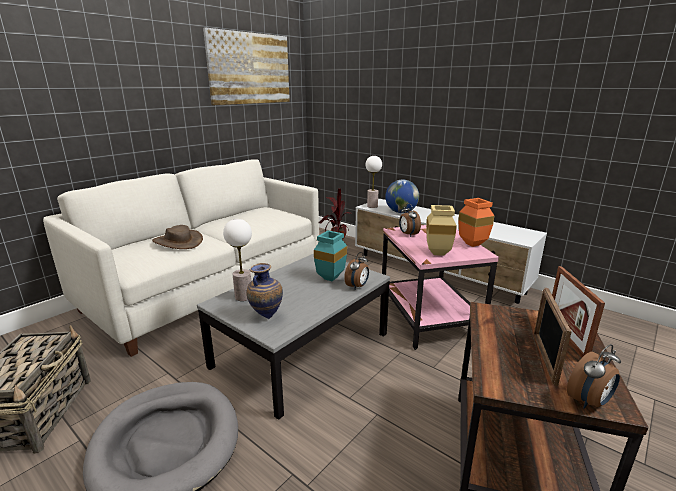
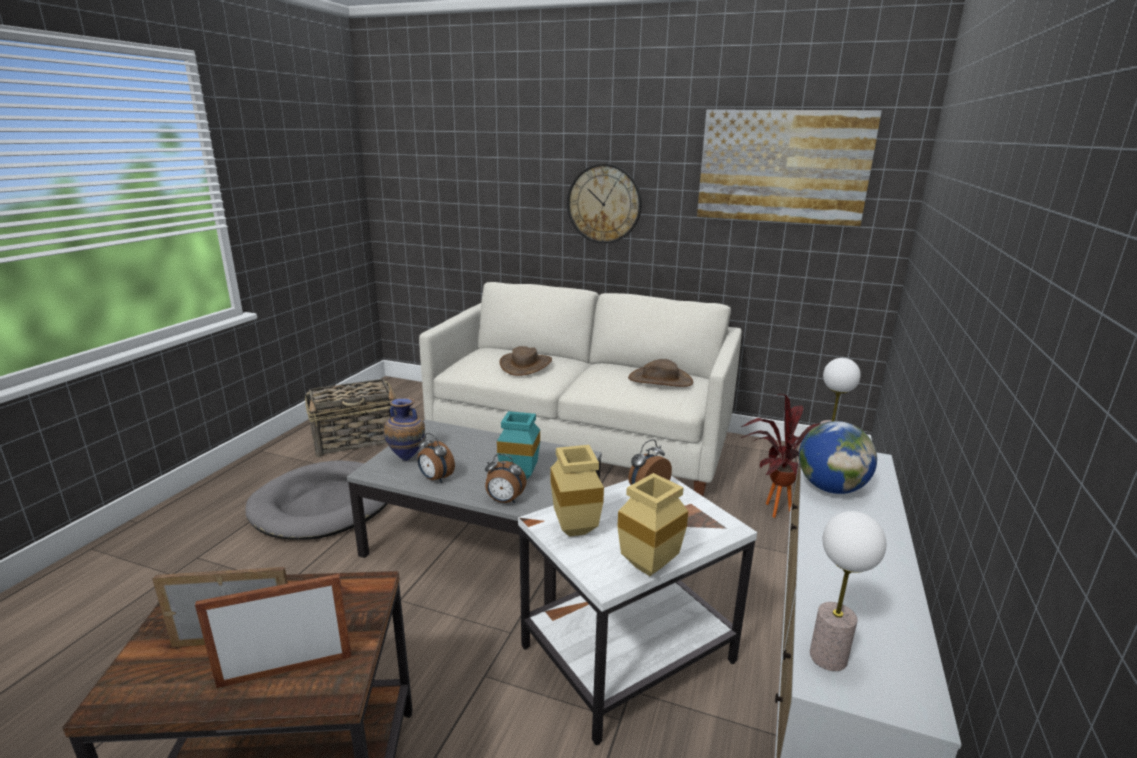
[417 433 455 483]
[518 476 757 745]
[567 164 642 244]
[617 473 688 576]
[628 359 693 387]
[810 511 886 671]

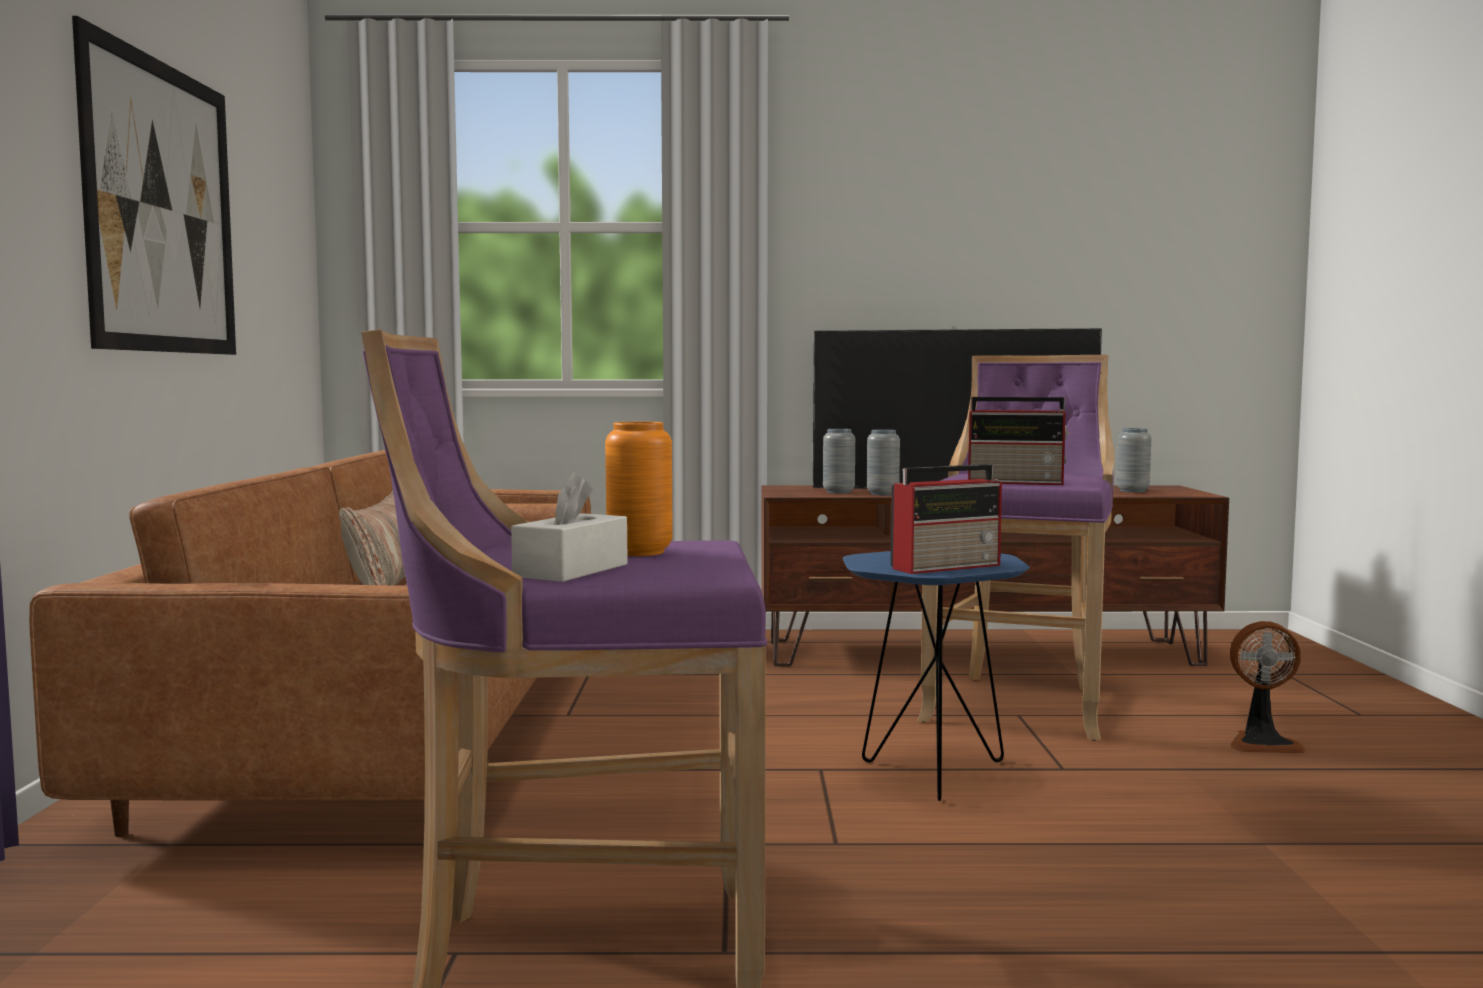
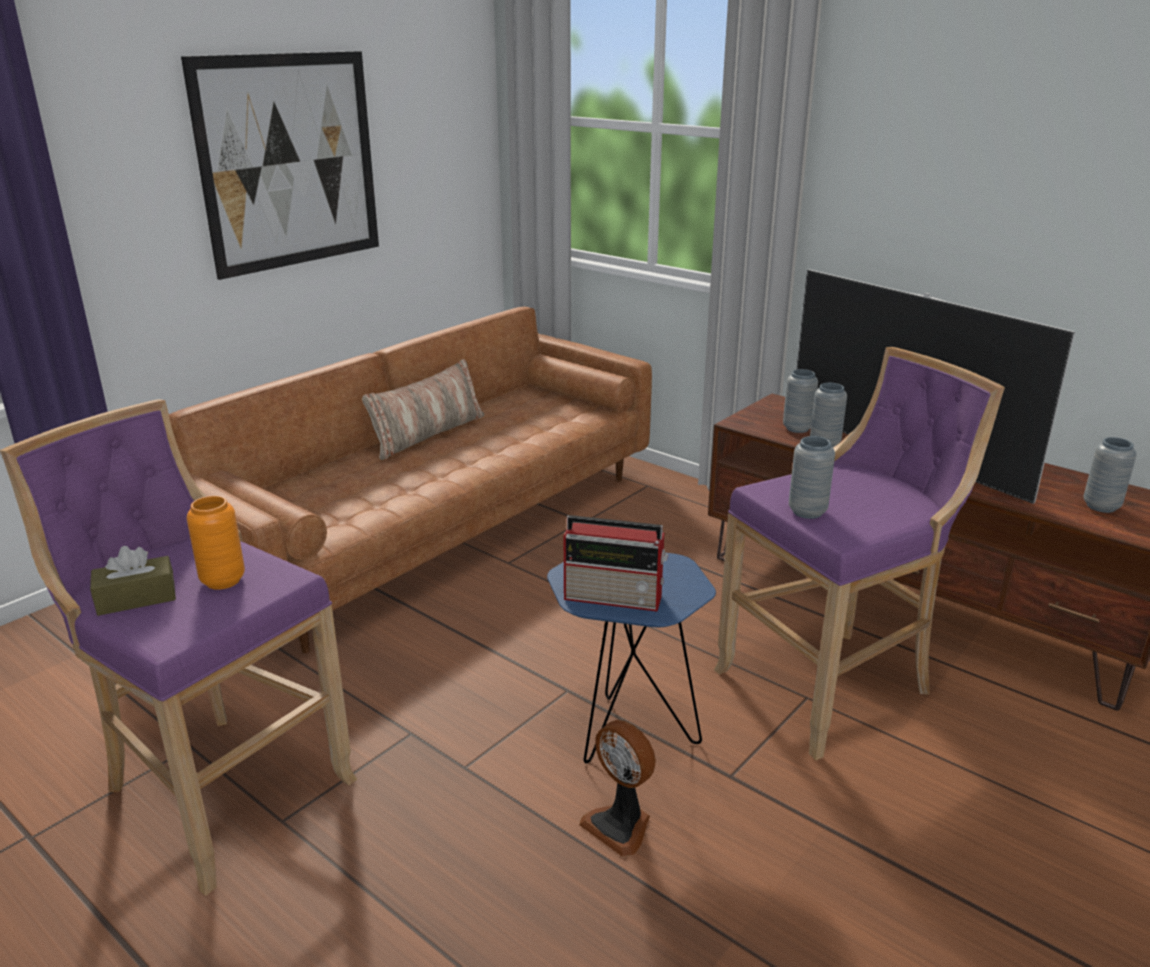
[90 546 176 616]
[579 720 656 857]
[789 436 835 519]

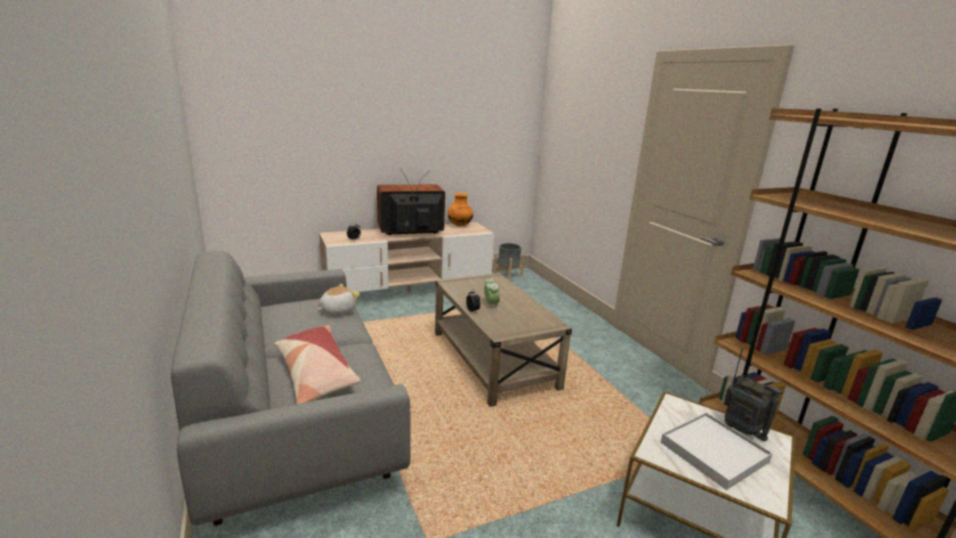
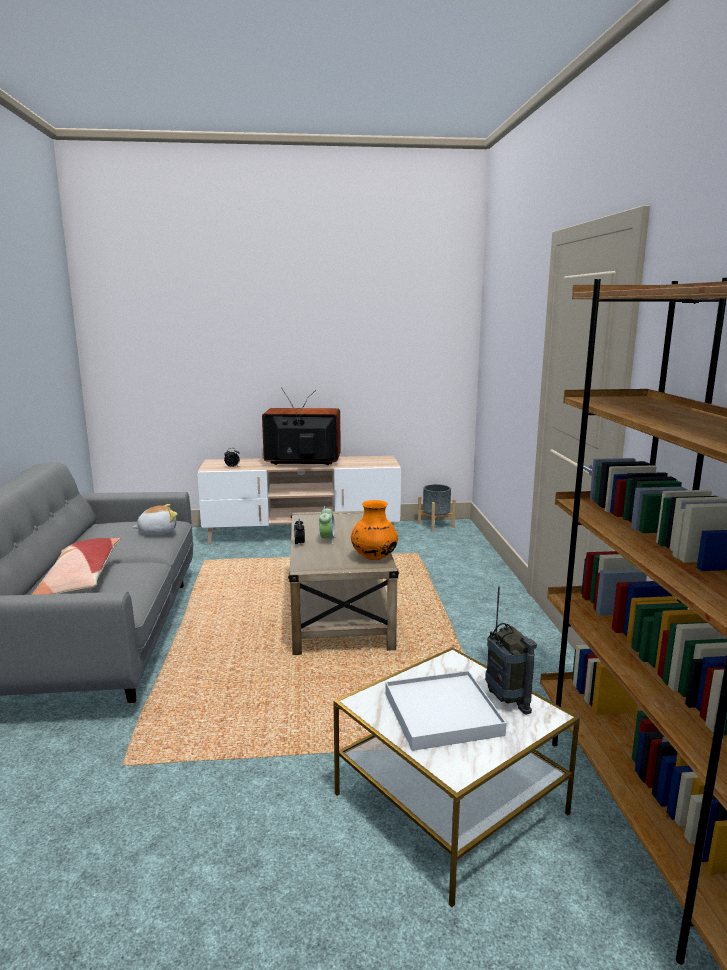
[351 500 398 560]

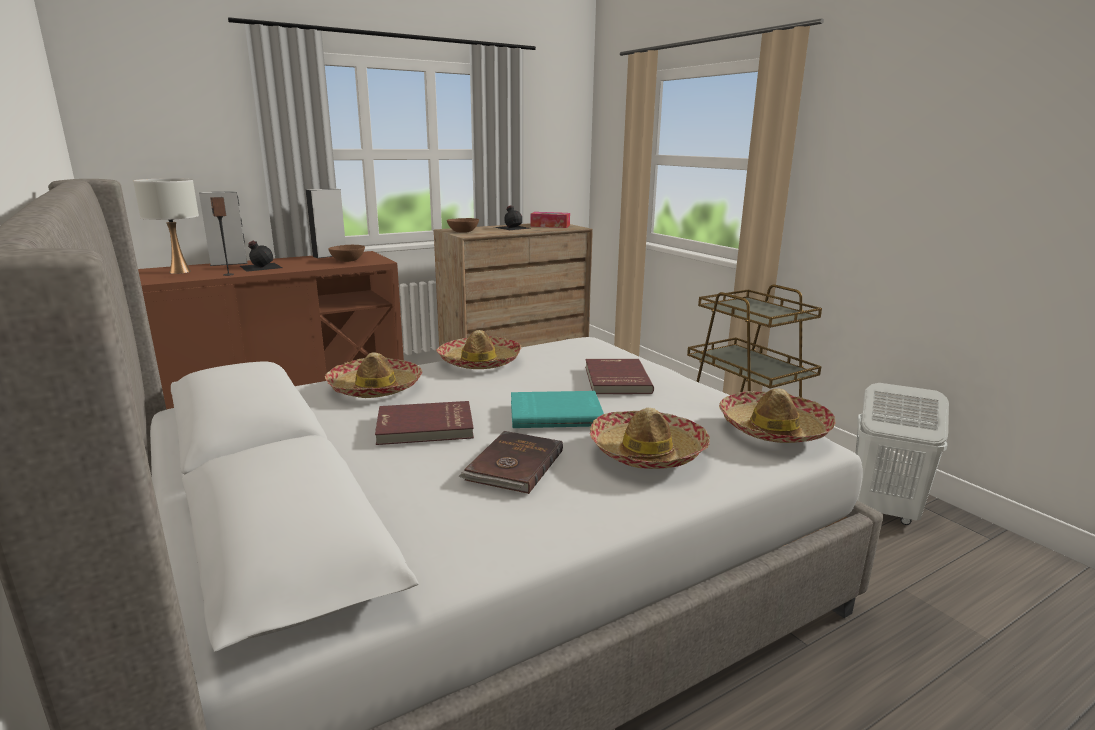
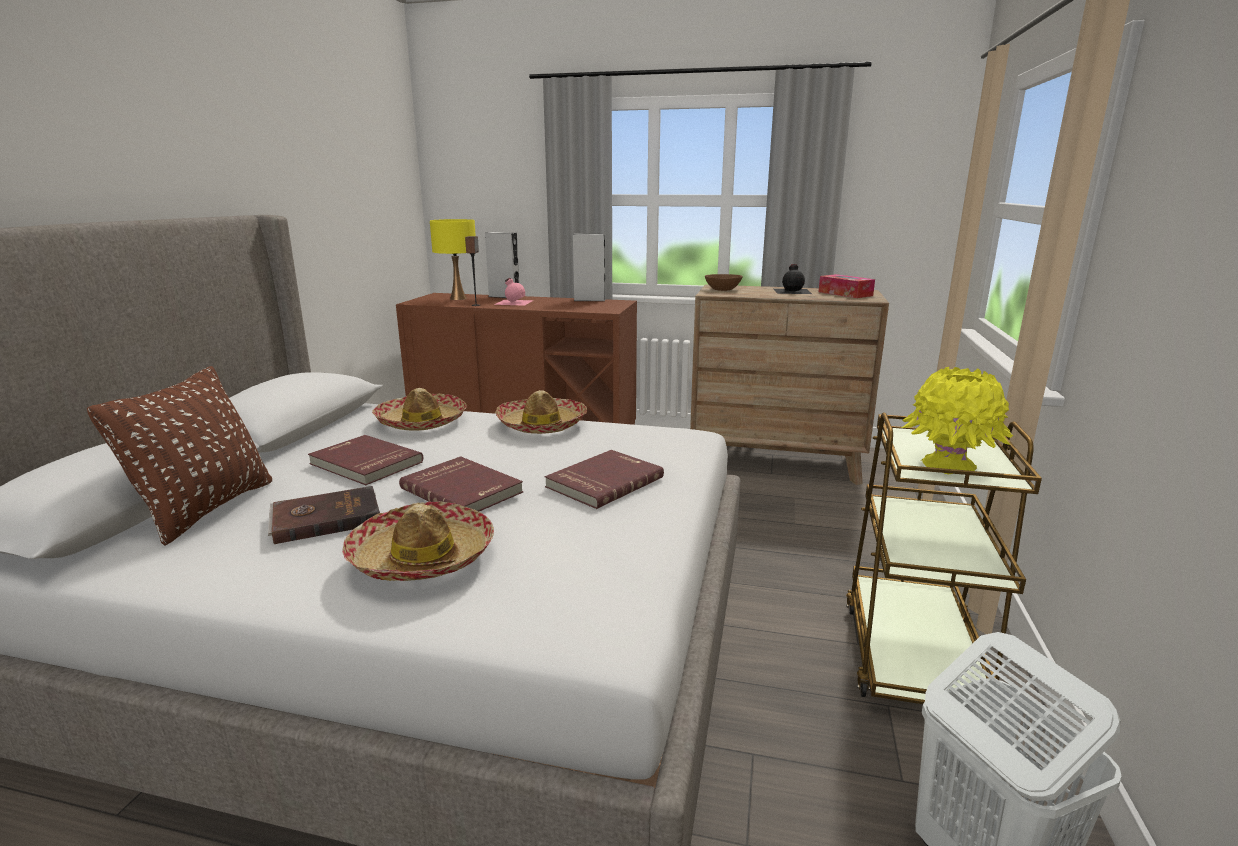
[87 366 272 546]
[399 456 523 511]
[430 219 476 300]
[494 278 534 306]
[902 367 1013 474]
[328 245 365 262] (first image)
[719 389 836 443] (first image)

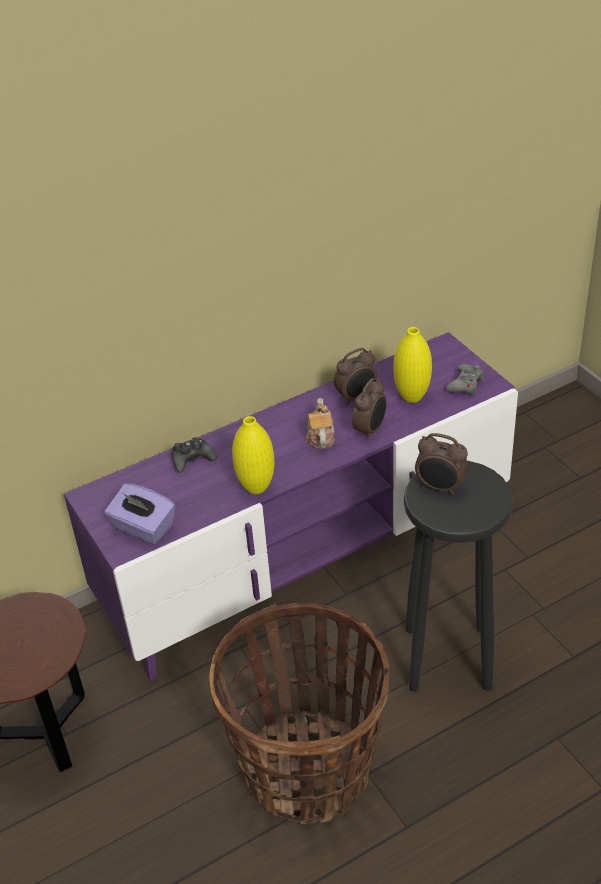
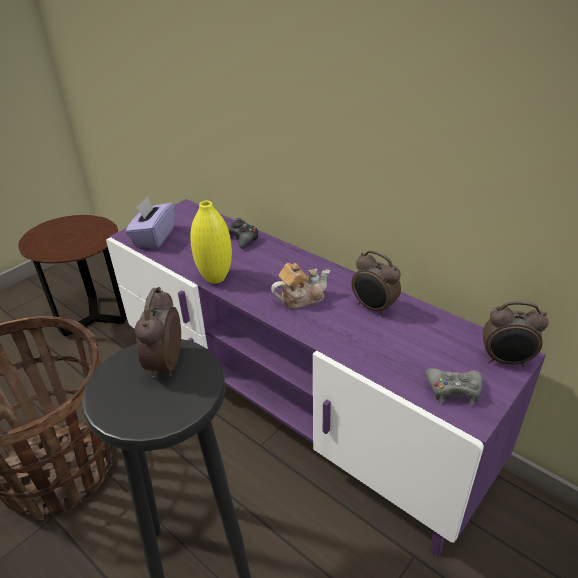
[483 301 549 367]
[394 327 432 403] (first image)

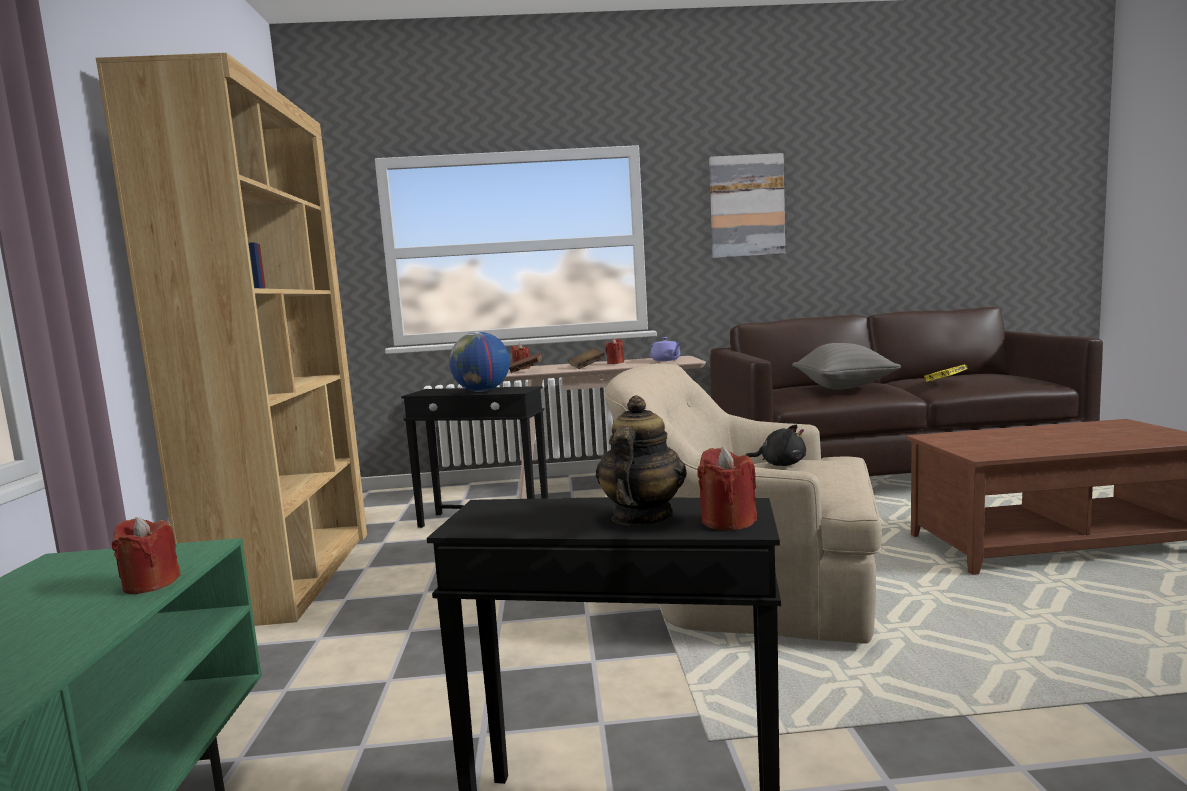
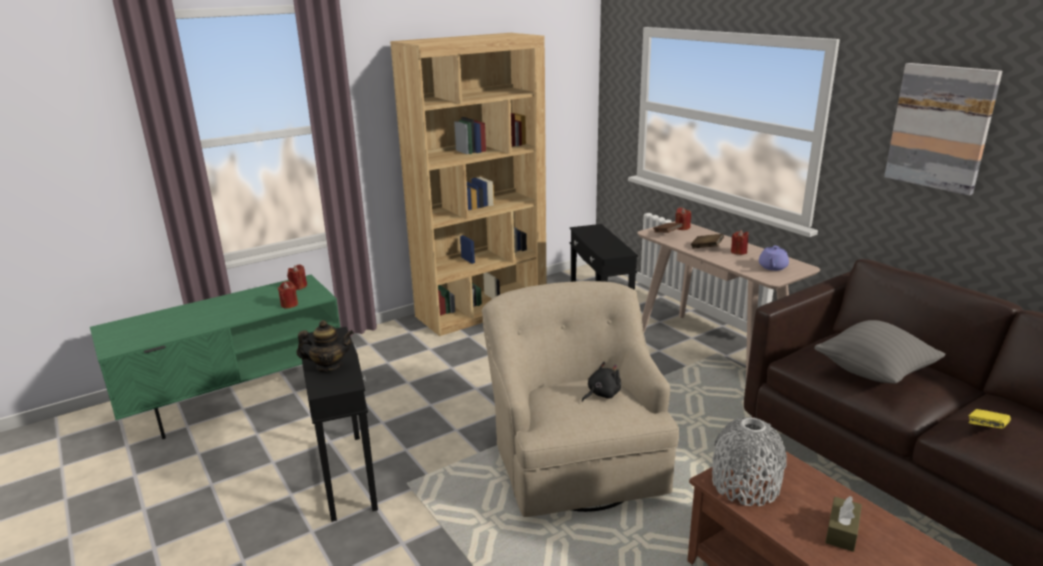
[287 265 307 290]
[582 362 621 402]
[712 417 787 506]
[825 496 862 552]
[449 332 510 392] (first image)

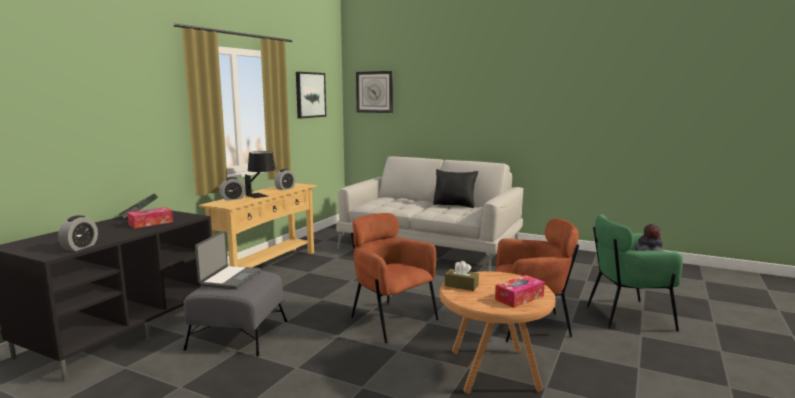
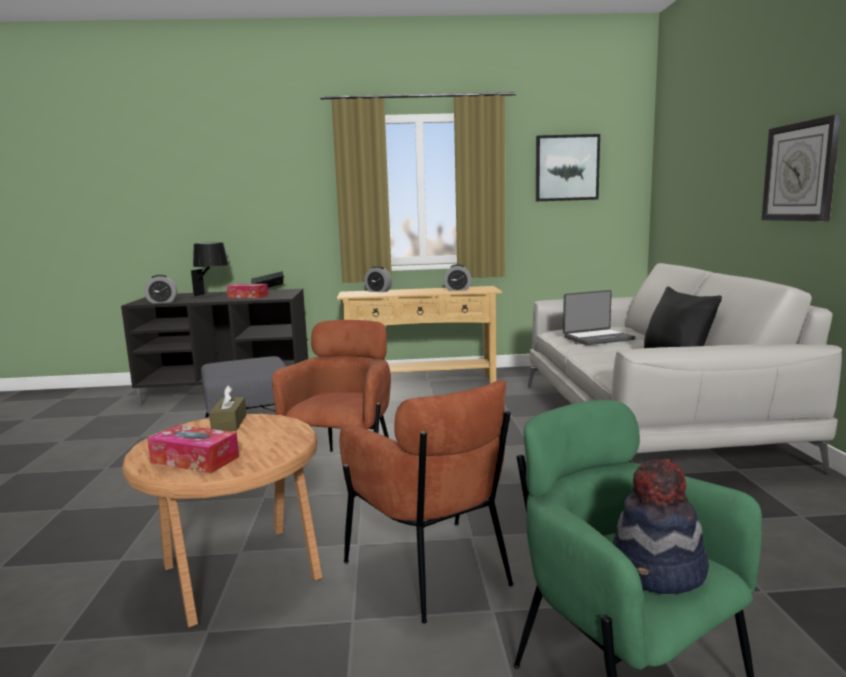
[190 242 229 298]
[563 290 635 345]
[762 115 841 221]

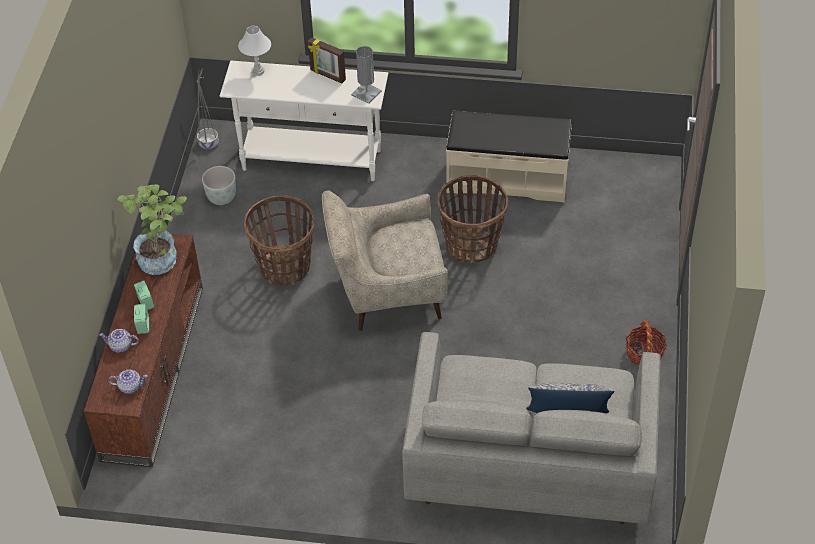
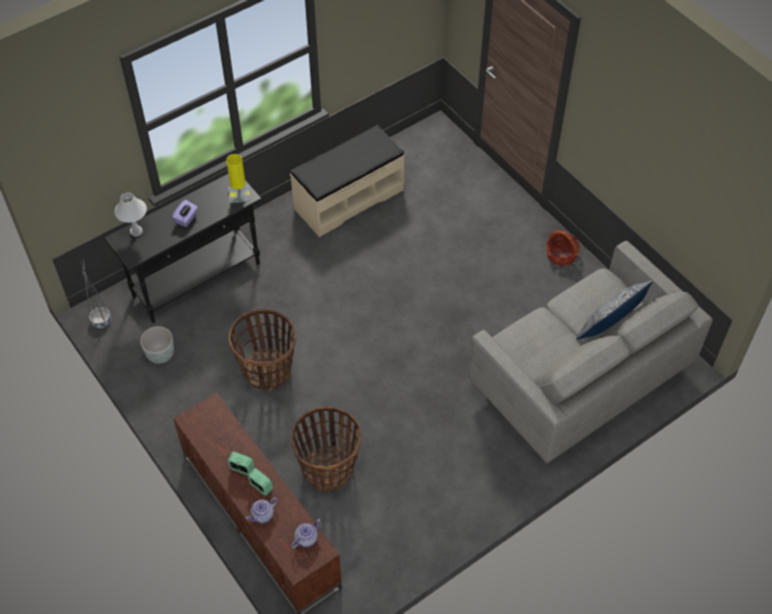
[104 174 263 323]
[172 200 198 227]
[226 154 250 203]
[290 407 361 492]
[117 184 187 275] (first image)
[308 38 346 83] (first image)
[322 190 448 331] (first image)

